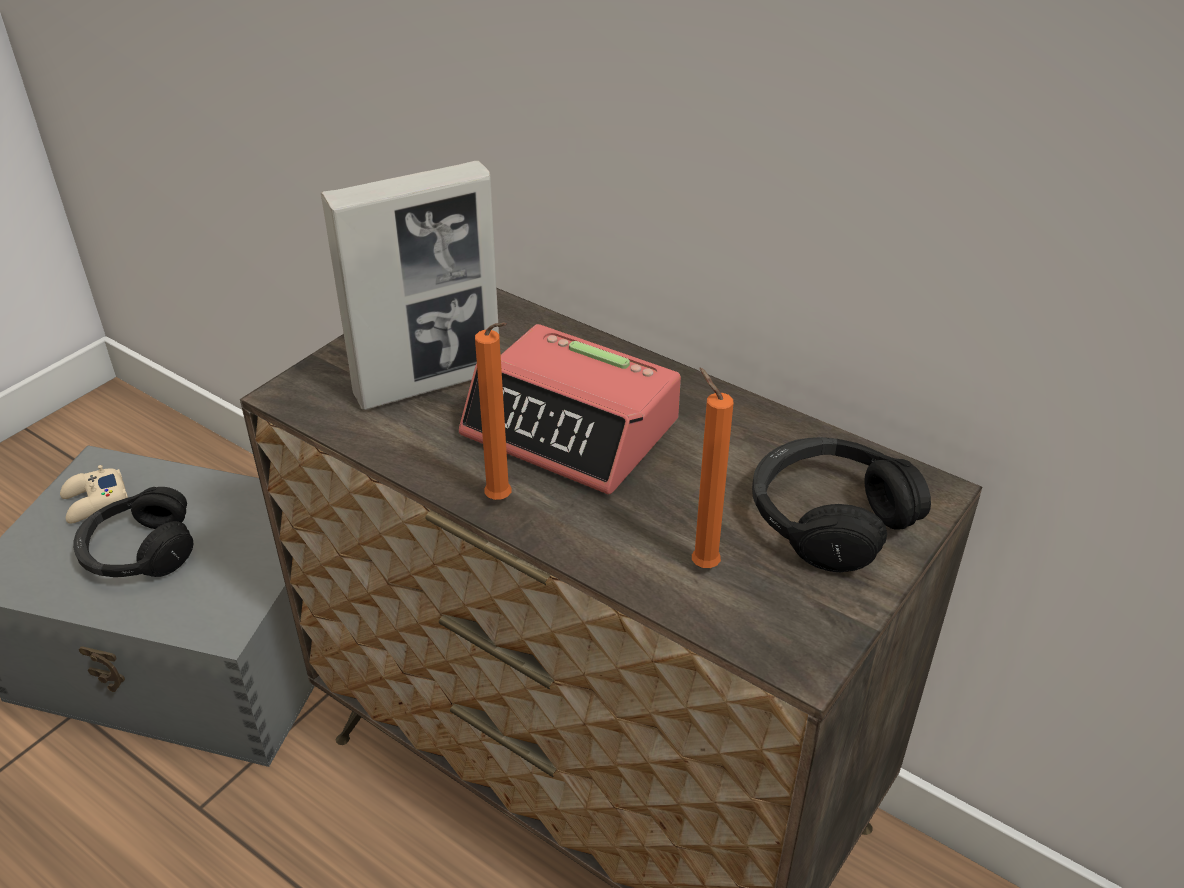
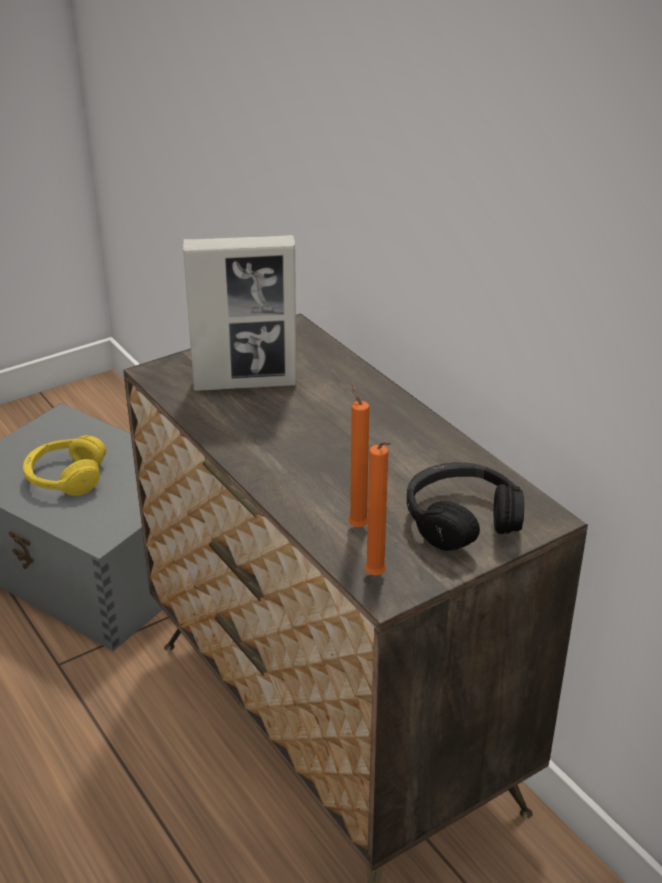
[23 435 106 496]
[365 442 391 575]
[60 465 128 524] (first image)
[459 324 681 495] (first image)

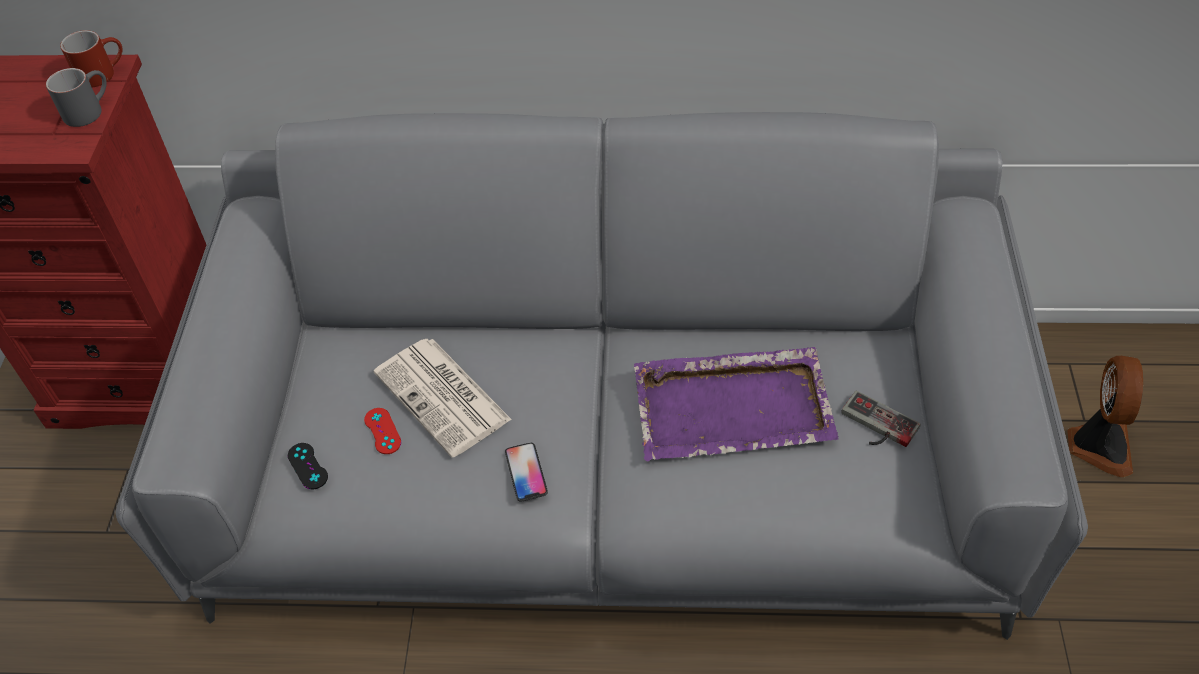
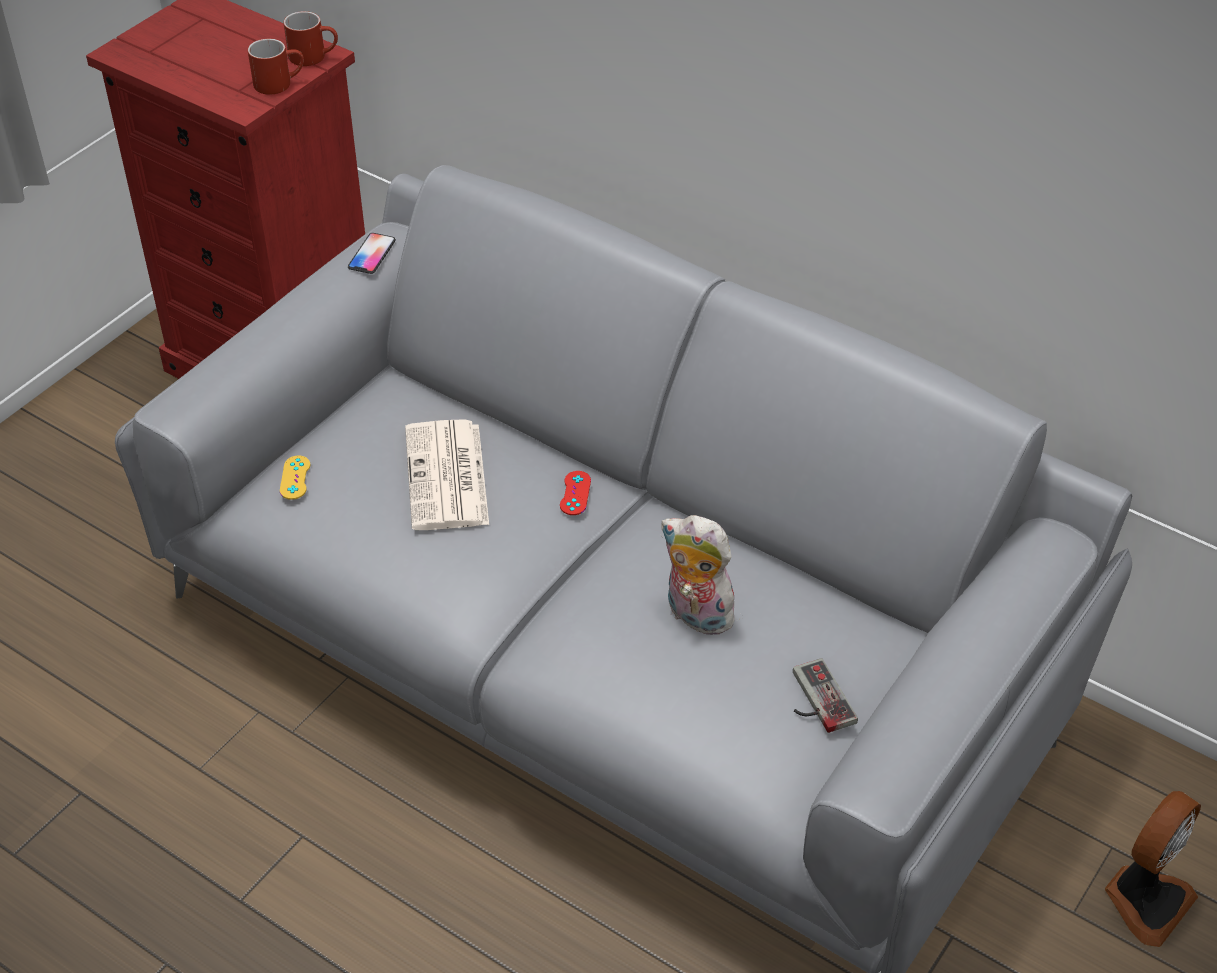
[248 39 304 95]
[280 455 310 500]
[348 233 396 274]
[560 471 591 515]
[661 515 743 636]

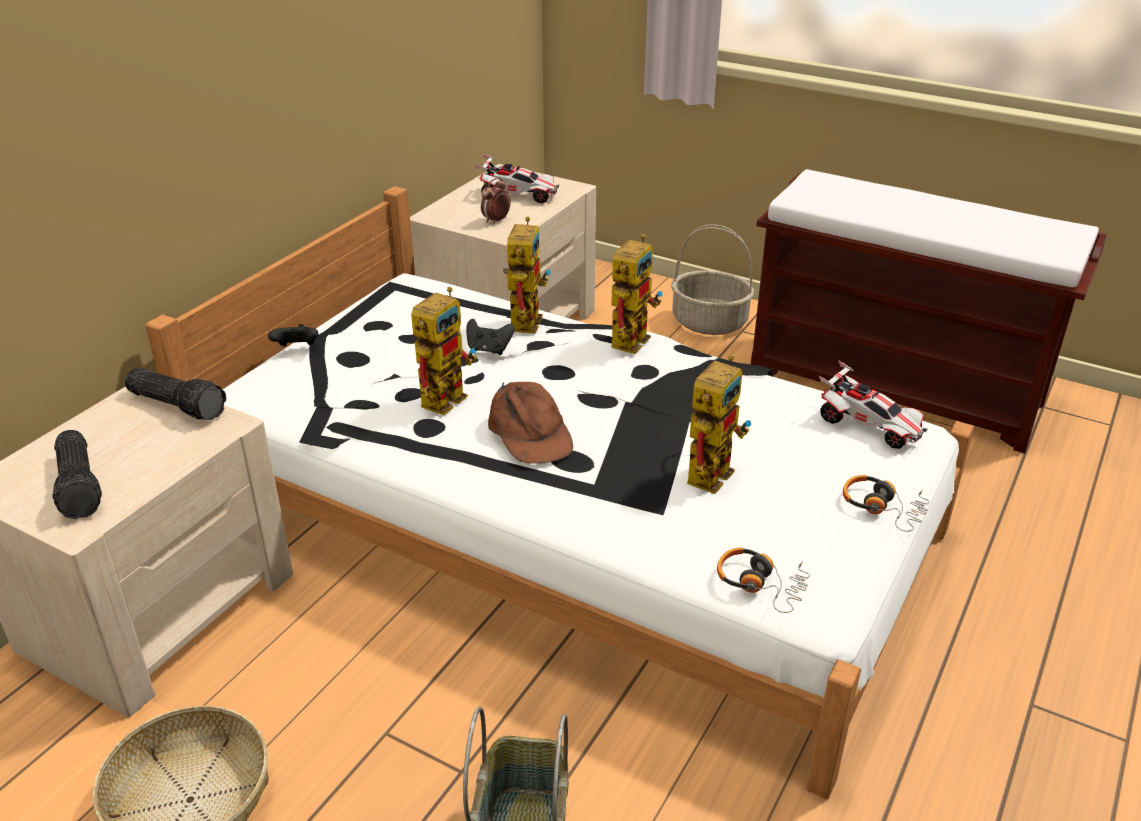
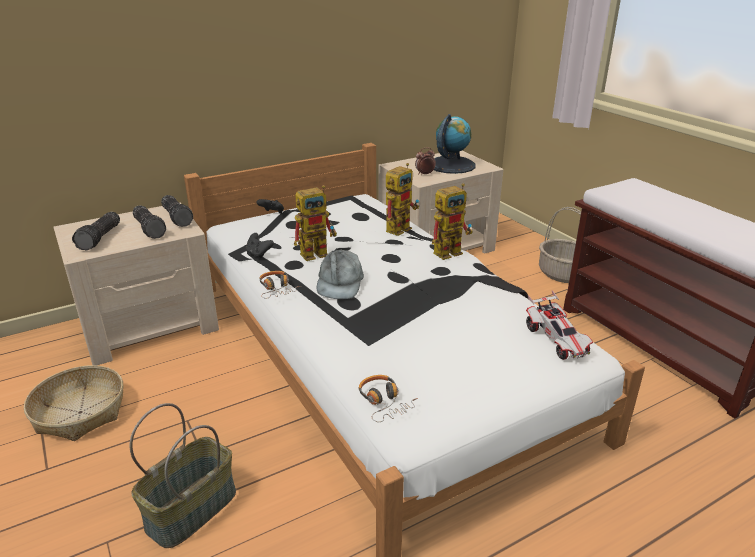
[133 205 166 239]
[246 233 274 258]
[259 271 301 298]
[316 248 364 299]
[434 114 476 174]
[687 355 752 494] (first image)

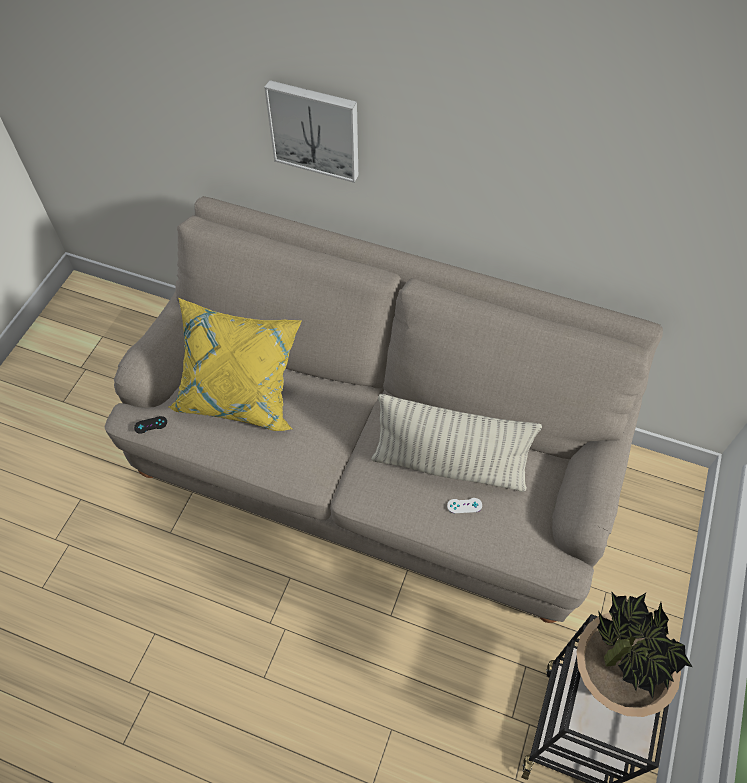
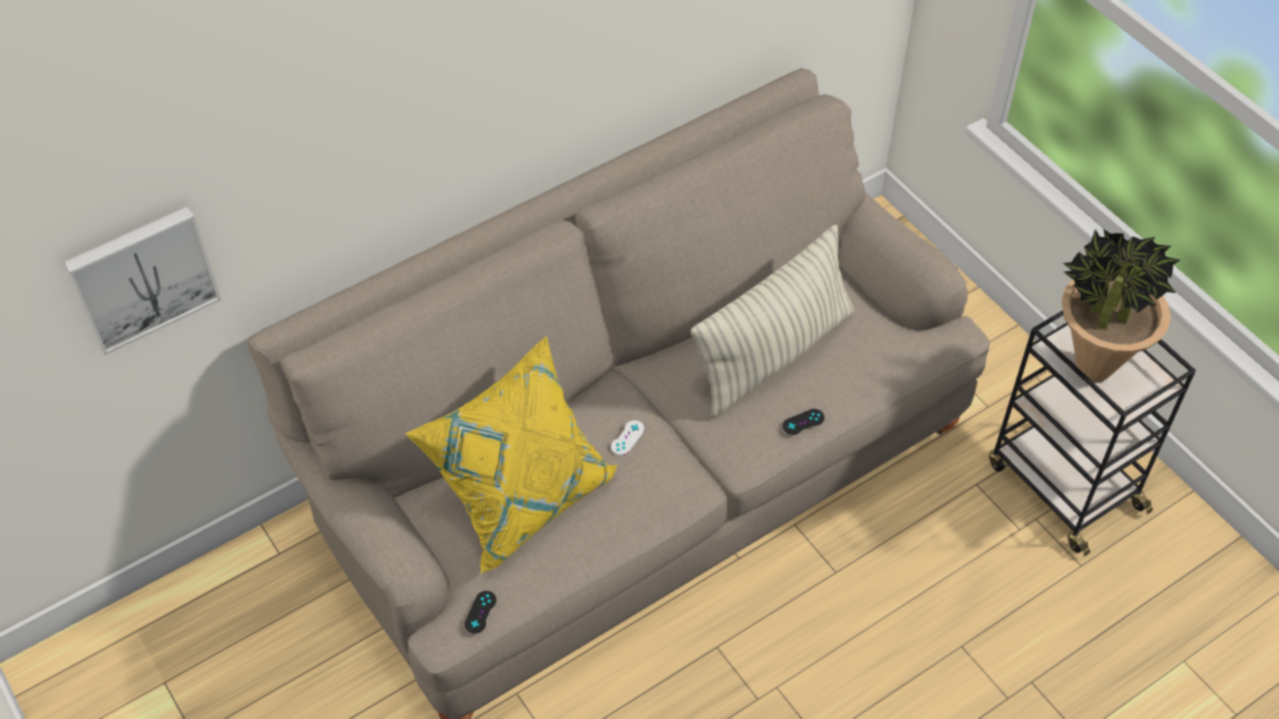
[63 206 221 355]
[611 420 645 455]
[783 409 824 435]

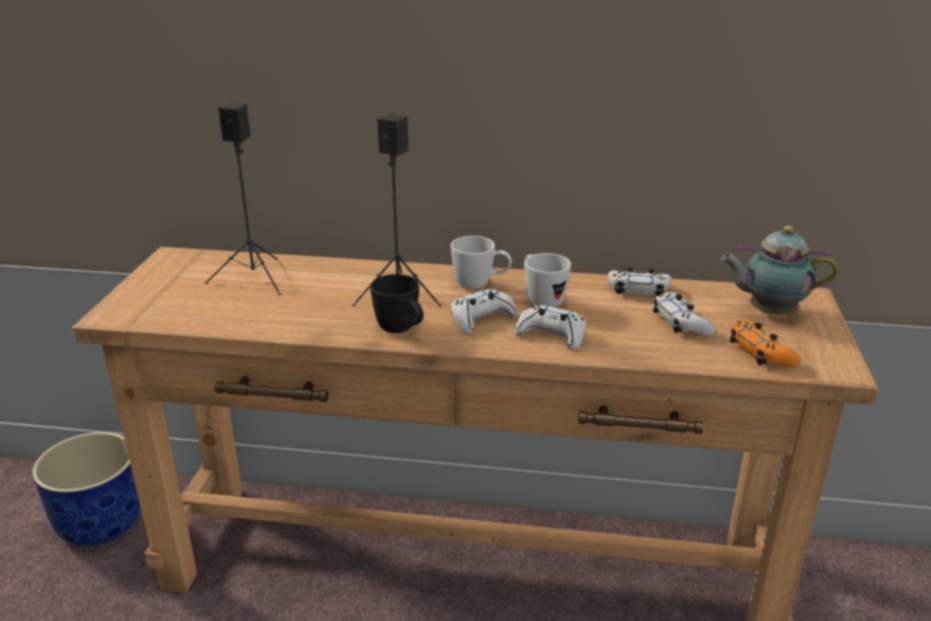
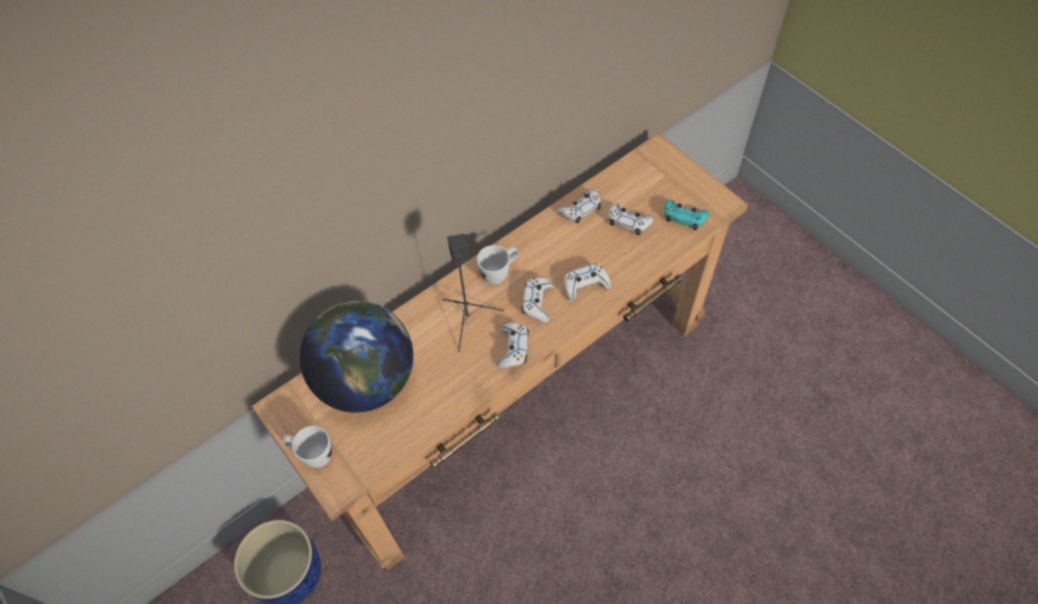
[282 426 332 468]
[300 301 413 413]
[497 323 529 369]
[664 200 709 230]
[721 226 838 315] (first image)

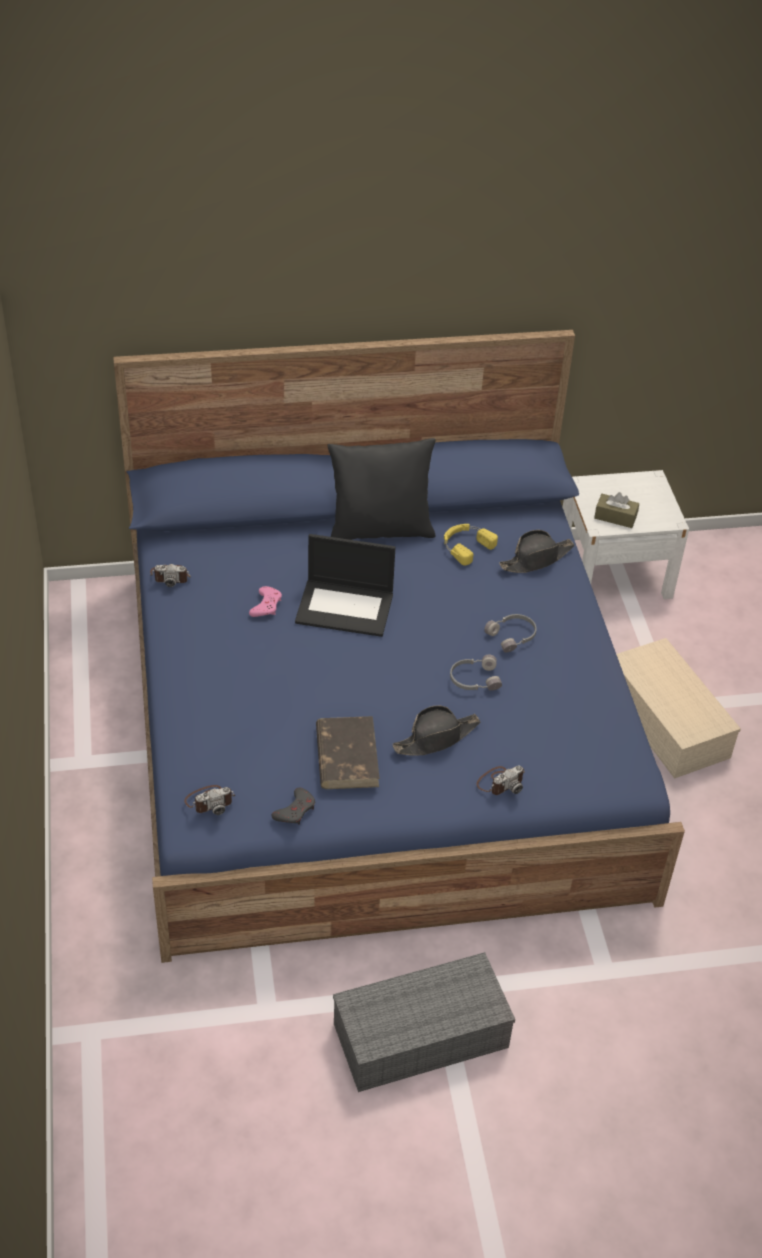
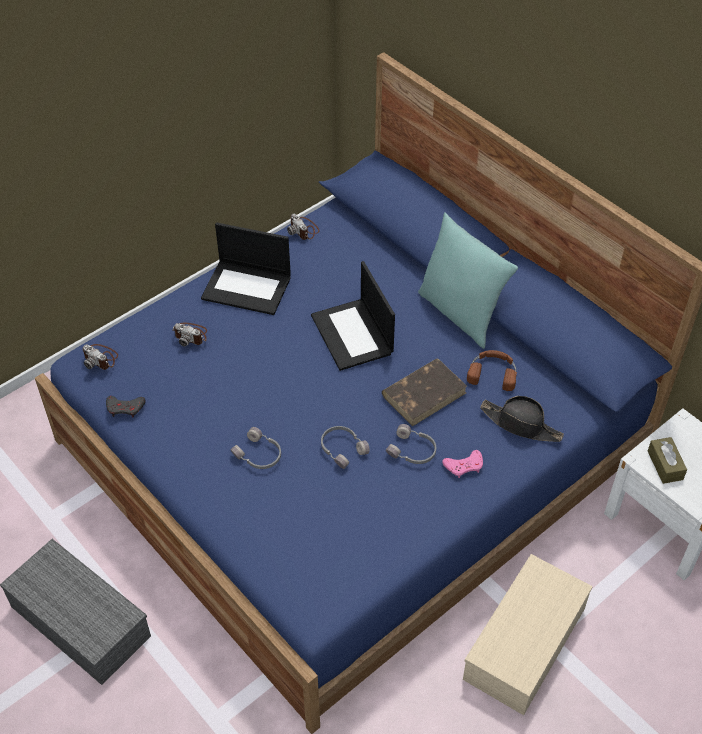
[172 323 207 347]
[201 222 291 315]
[230 427 281 469]
[382 359 467 427]
[418 213 518 349]
[442 450 483 478]
[467 350 517 391]

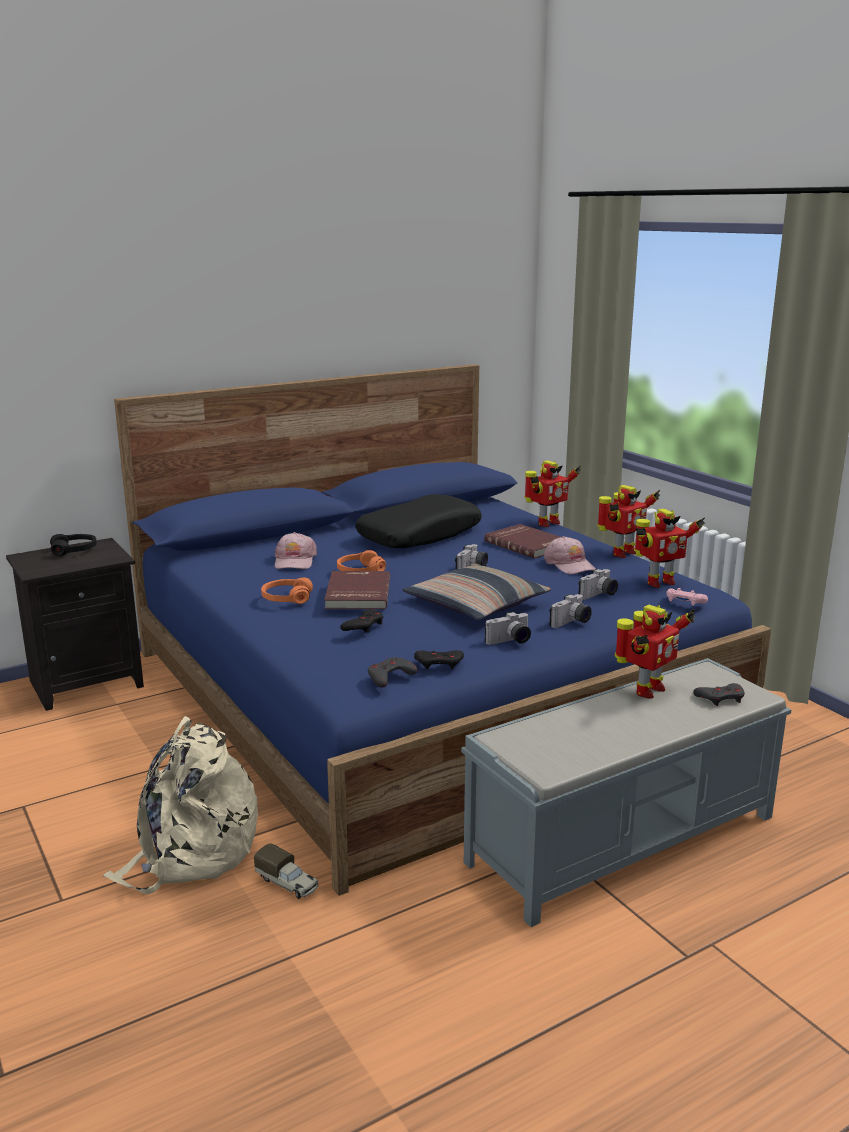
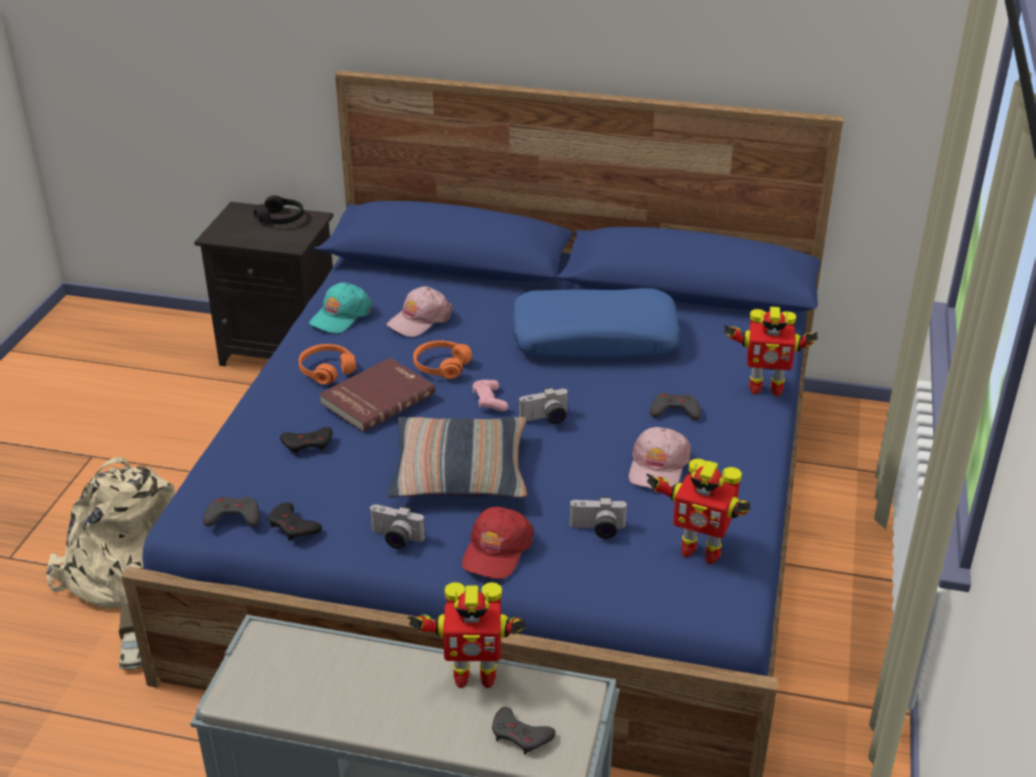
[309 282 372 334]
[462 507 534 579]
[472 380 508 412]
[512 288 681 359]
[650 393 701 420]
[597 485 660 558] (first image)

